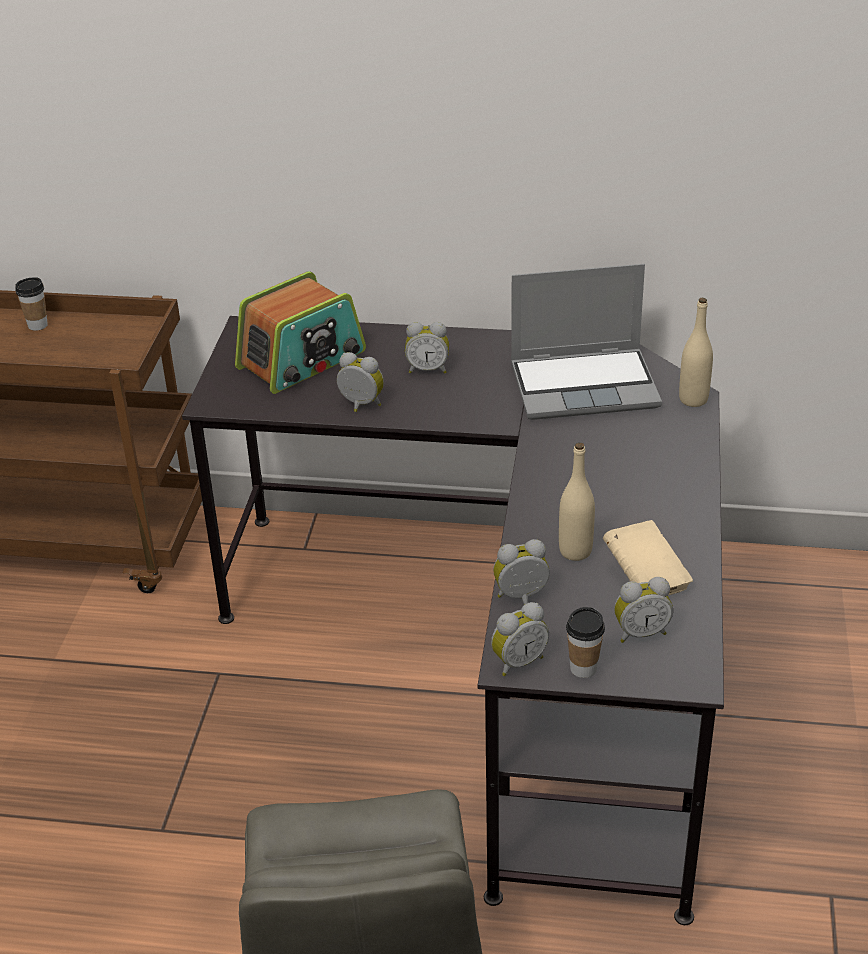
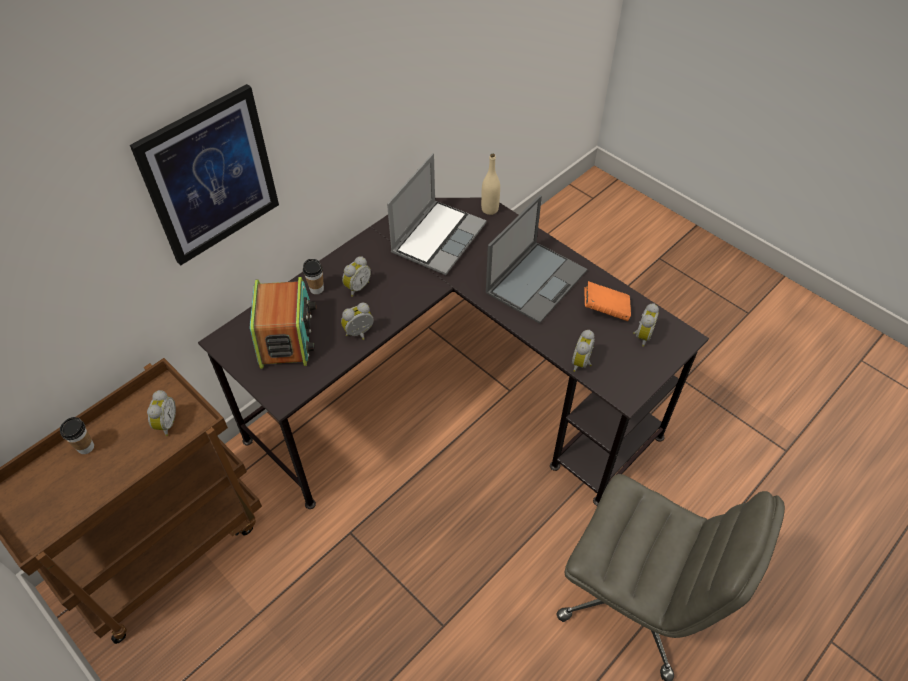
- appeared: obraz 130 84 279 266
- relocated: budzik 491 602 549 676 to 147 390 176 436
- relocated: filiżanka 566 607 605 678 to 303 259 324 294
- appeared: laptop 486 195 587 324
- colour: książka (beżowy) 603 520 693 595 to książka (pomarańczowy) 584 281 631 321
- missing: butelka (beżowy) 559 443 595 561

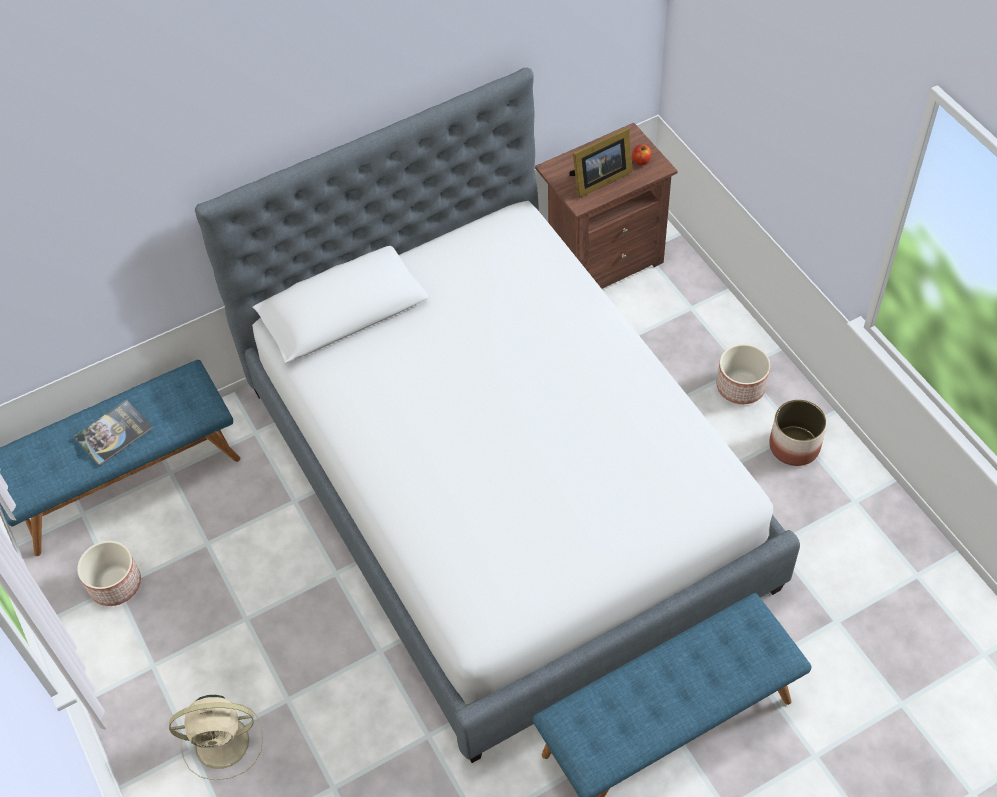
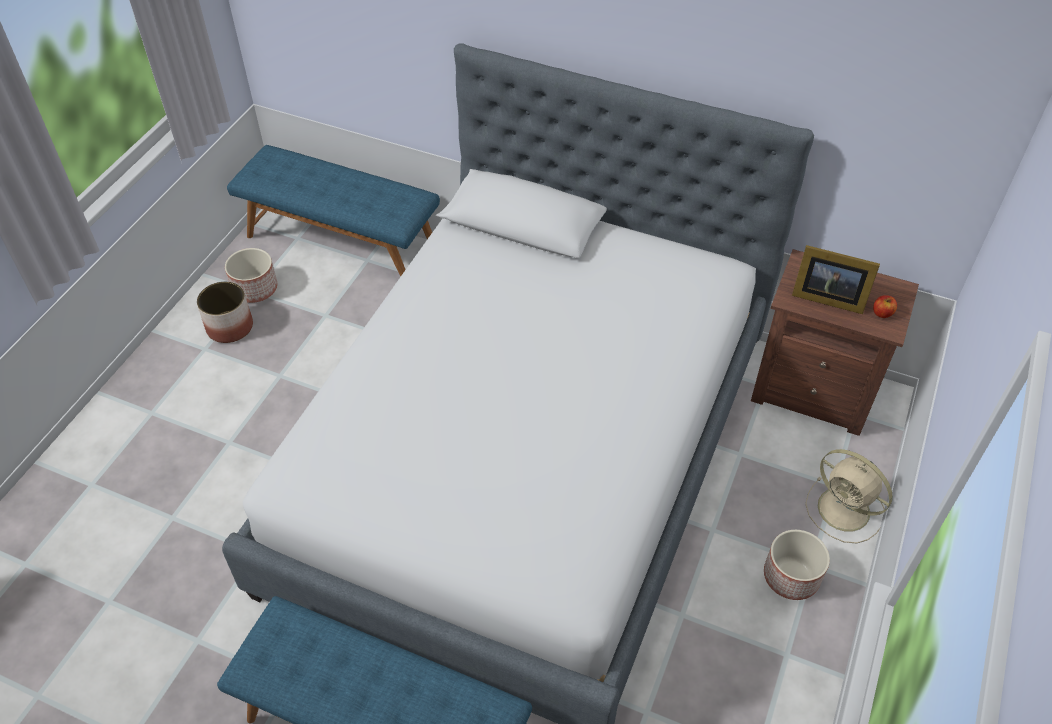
- relocated: donica 769 400 827 466 to 197 282 253 343
- relocated: wentylator (beżowy) 169 695 263 780 to 805 449 893 543
- missing: książka 73 399 153 466

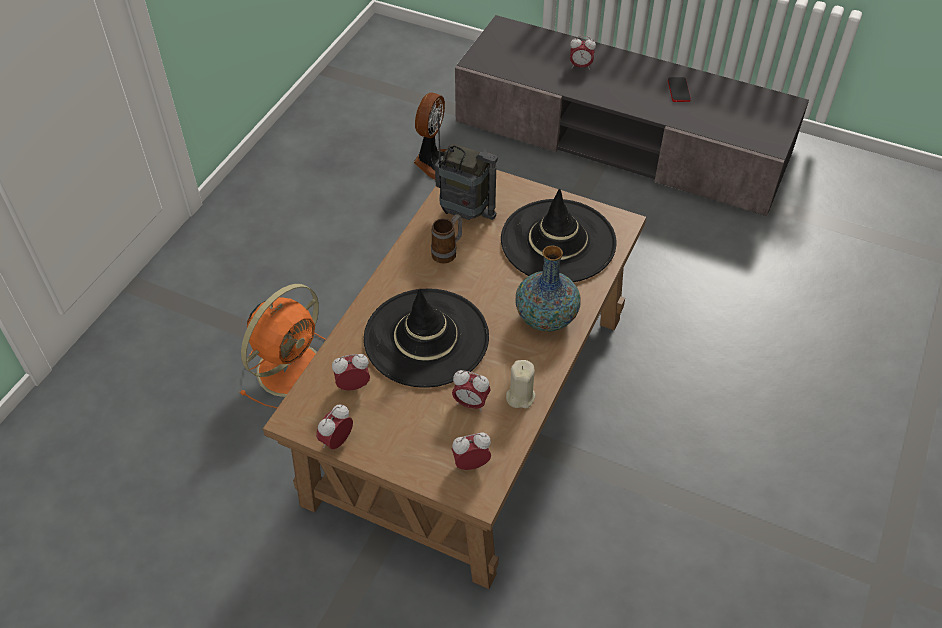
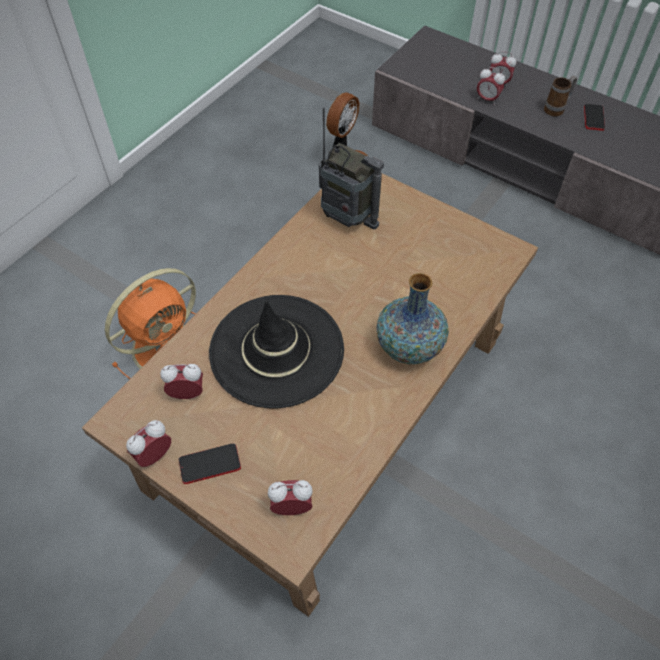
- appeared: telefon 178 444 241 484
- relocated: budzik 452 370 491 412 to 477 67 505 105
- relocated: kubek 431 214 463 263 to 544 76 577 117
- missing: kapelusz (czarny) 501 189 616 282
- missing: świeca (beżowy) 506 360 536 408

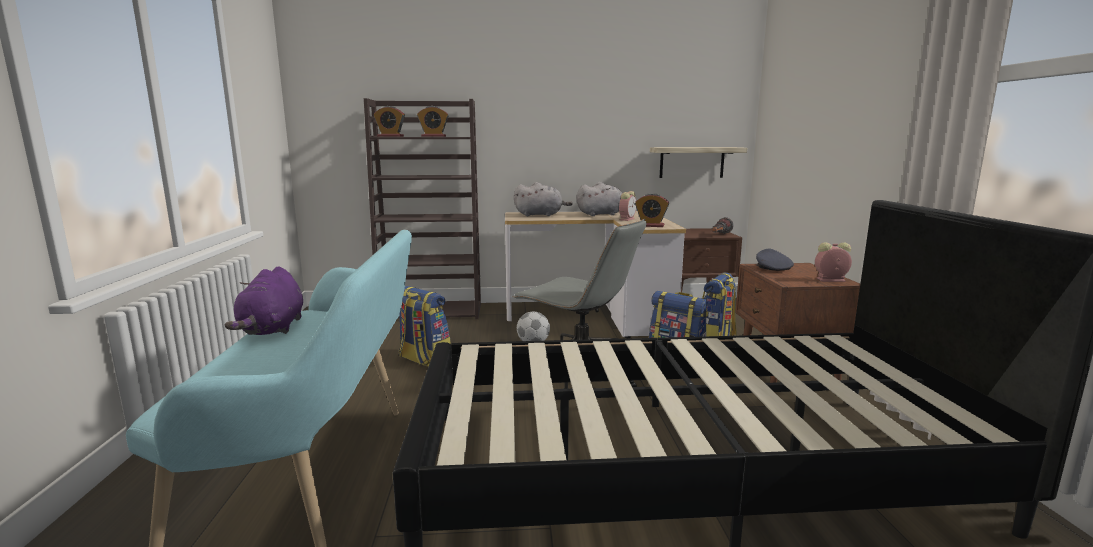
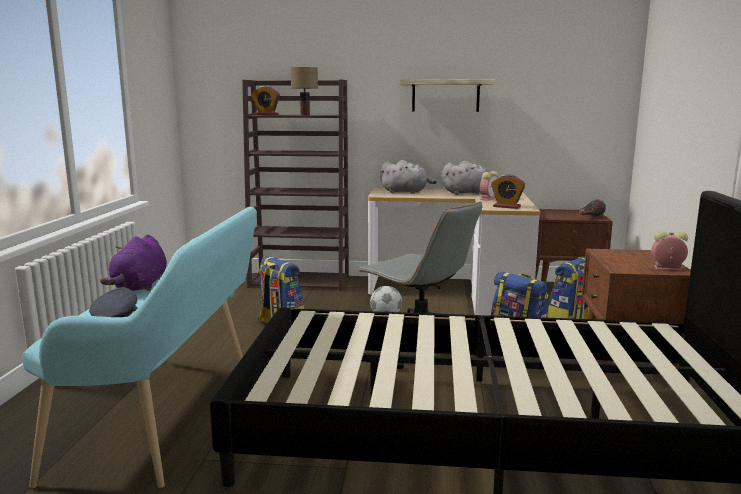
- relocated: czapka z daszkiem (szary) 756 248 794 271 to 89 287 138 317
- exchanged: budzik 417 106 448 137 to lampa stołowa 291 67 318 115
- relocated: półka 650 147 747 178 to 399 79 495 112

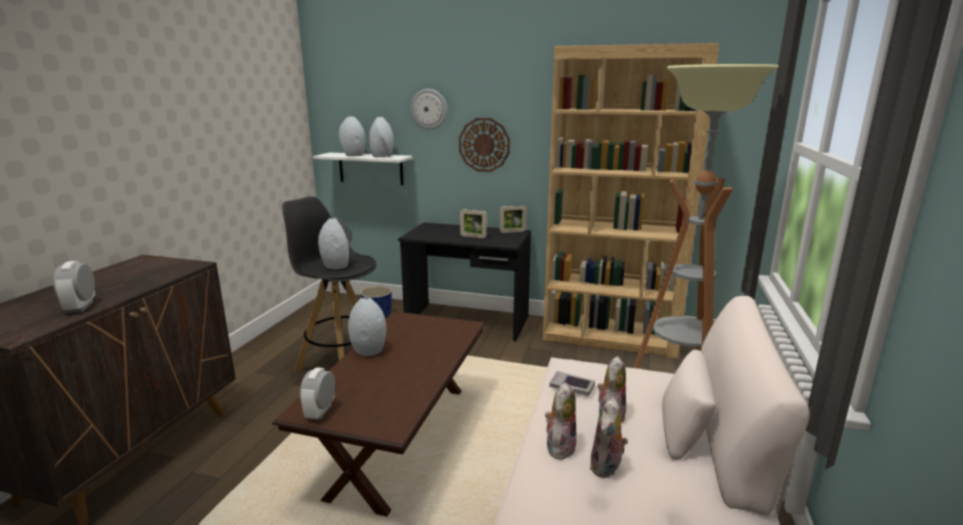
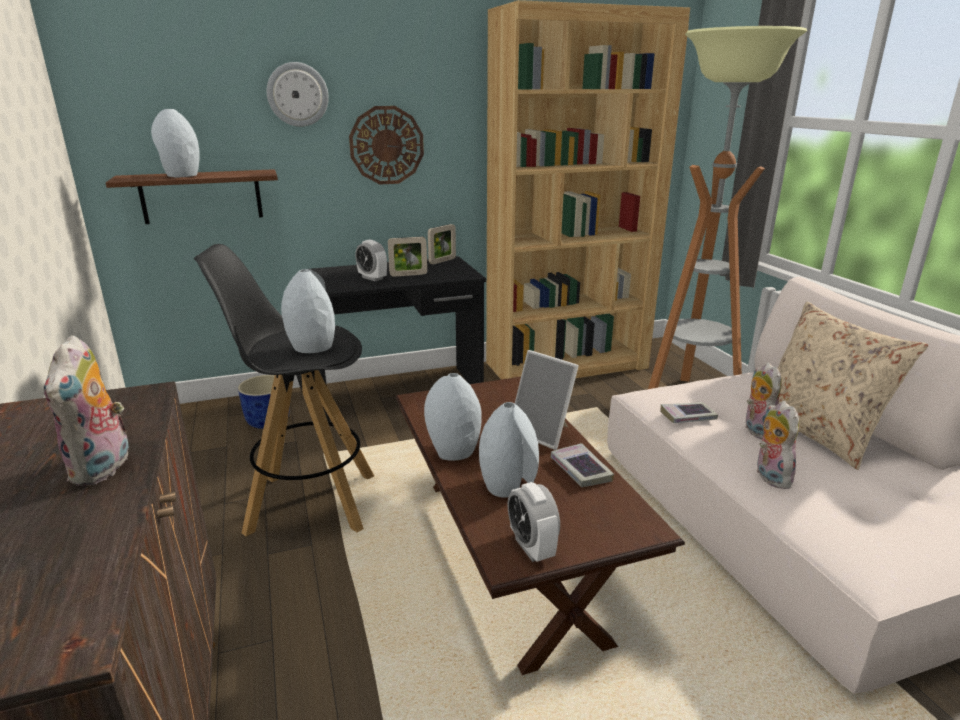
- relocated: pluszak 590 398 628 478 to 44 335 129 486
- colour: półka (biały) 313 152 412 185 to półka (brązowy) 106 169 278 224
- relocated: budzik 53 261 95 313 to 355 239 387 281
- relocated: wazon (szary) 369 117 394 157 to 479 402 539 498
- appeared: ramka na zdjęcie 515 350 579 450
- appeared: książka 551 443 614 487
- appeared: poduszka (beżowy) 778 302 929 470

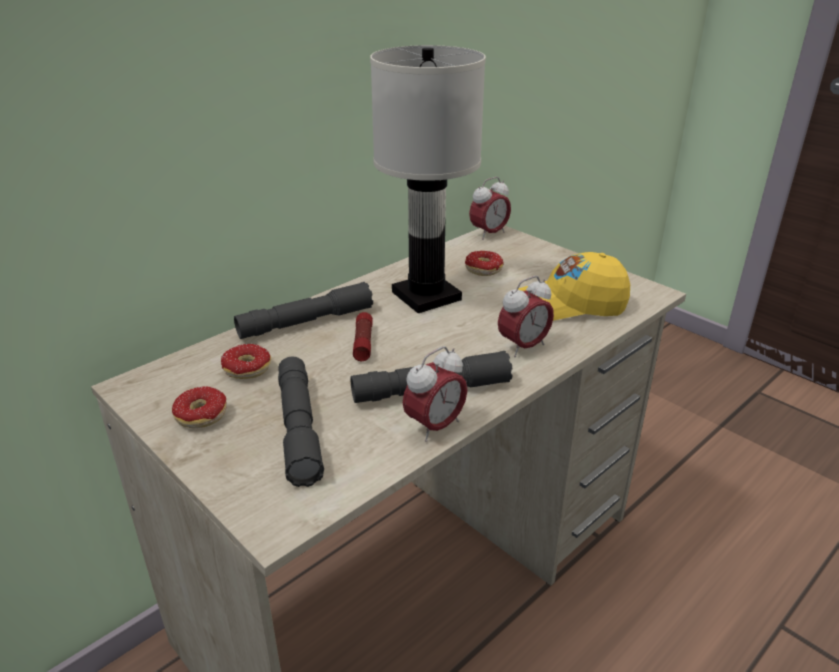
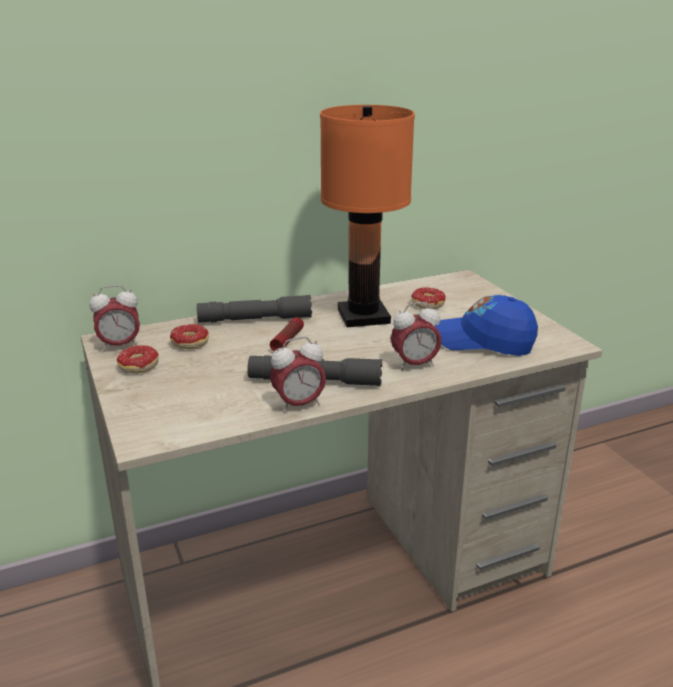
- relocated: budzik 469 177 511 240 to 89 285 140 352
- colour: lampa stołowa (biały) 370 45 486 313 to lampa stołowa (pomarańczowy) 320 105 415 327
- colour: czapka z daszkiem (żółty) 518 252 630 321 to czapka z daszkiem (niebieski) 434 295 538 356
- missing: latarka (szary) 278 357 324 487

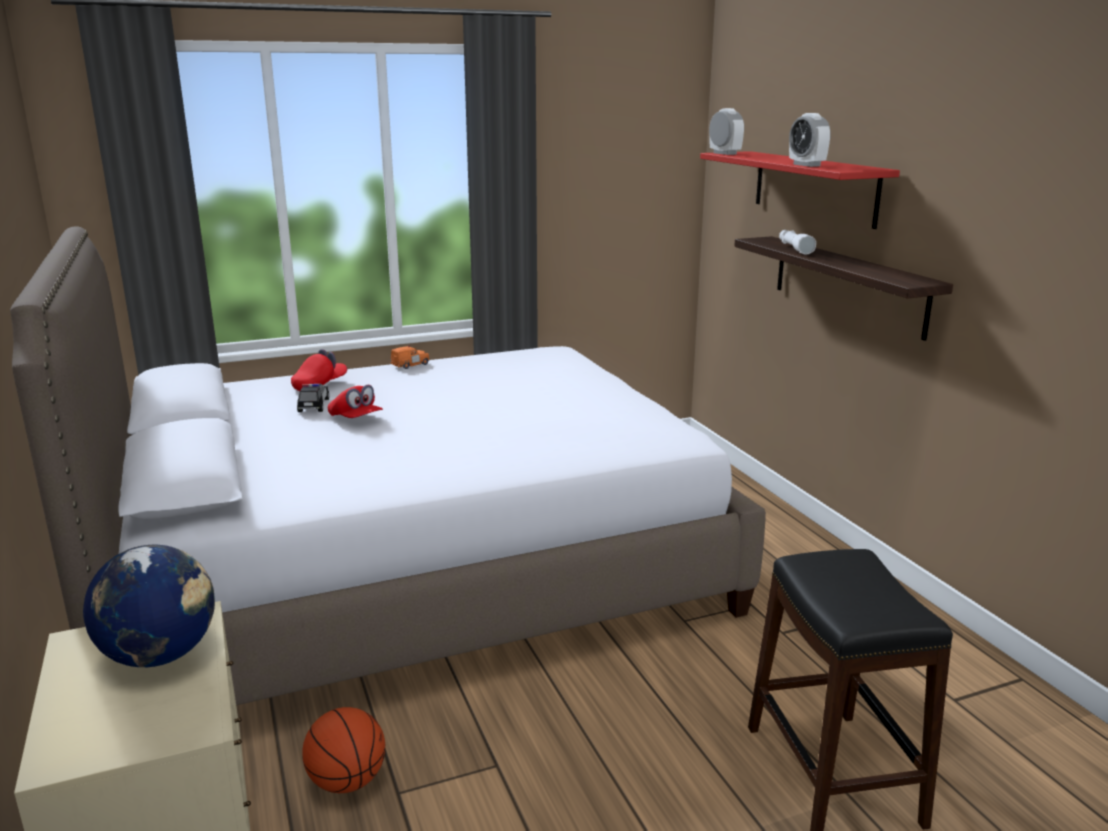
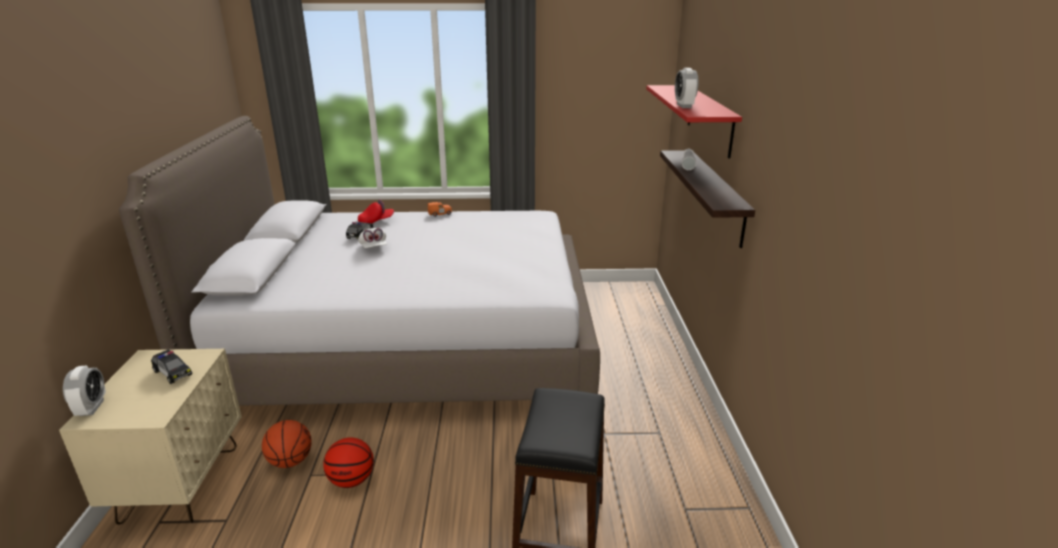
- relocated: budzik 709 108 744 155 to 63 365 106 416
- exchanged: globus 83 545 215 667 to samochodzik 151 349 192 384
- appeared: piłka do koszykówki 323 437 374 488
- colour: czapka z daszkiem (czerwony) 328 385 383 418 to czapka z daszkiem (biały) 358 228 387 248

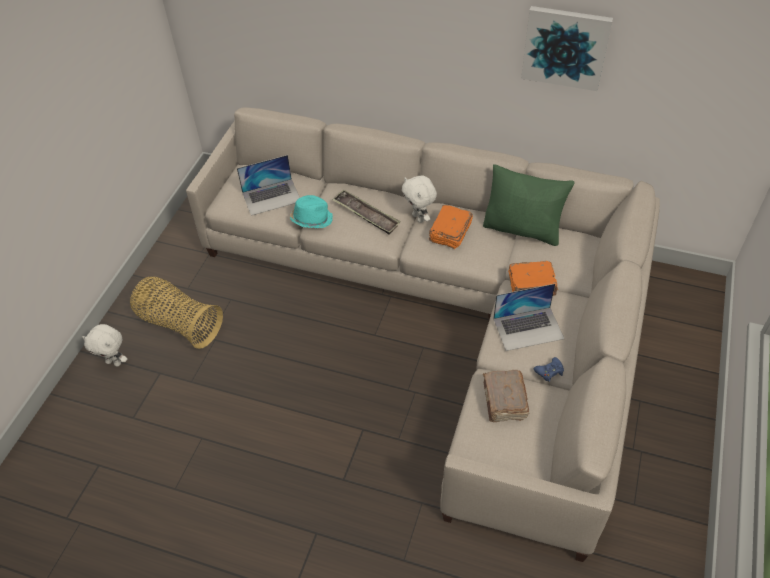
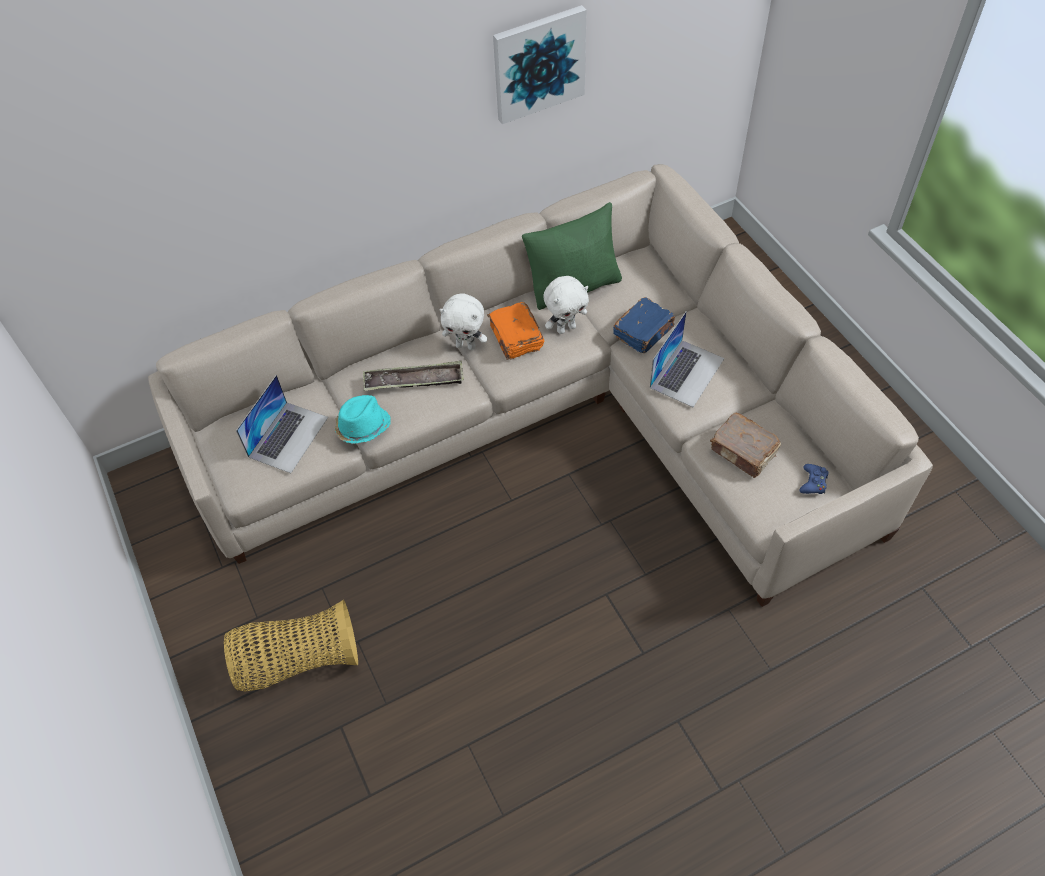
- relocated: pluszak (biały) 82 324 128 367 to 544 276 589 334
- colour: książka (pomarańczowy) 508 261 558 296 to książka (niebieski) 613 297 675 353
- relocated: pad do gier (niebieski) 534 357 564 382 to 800 464 828 494

